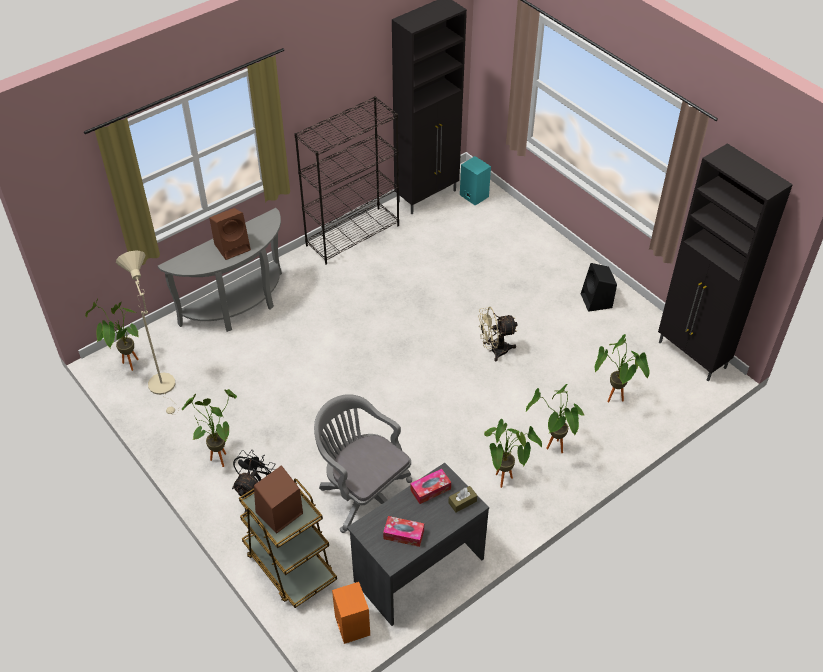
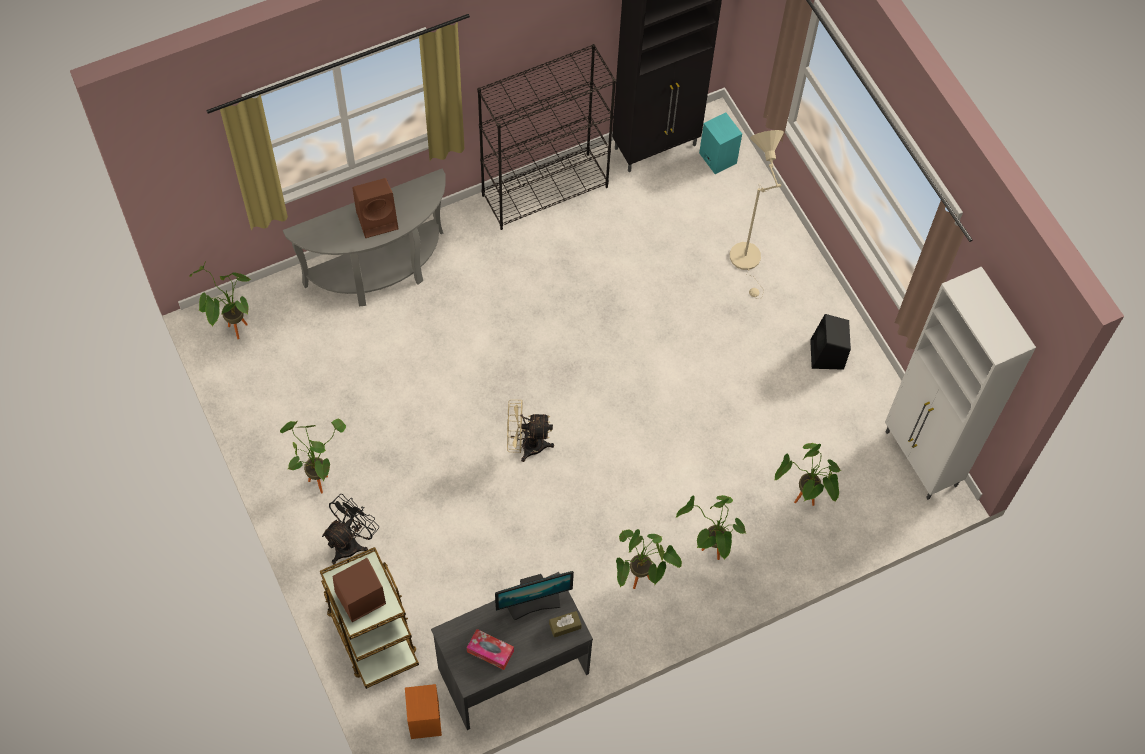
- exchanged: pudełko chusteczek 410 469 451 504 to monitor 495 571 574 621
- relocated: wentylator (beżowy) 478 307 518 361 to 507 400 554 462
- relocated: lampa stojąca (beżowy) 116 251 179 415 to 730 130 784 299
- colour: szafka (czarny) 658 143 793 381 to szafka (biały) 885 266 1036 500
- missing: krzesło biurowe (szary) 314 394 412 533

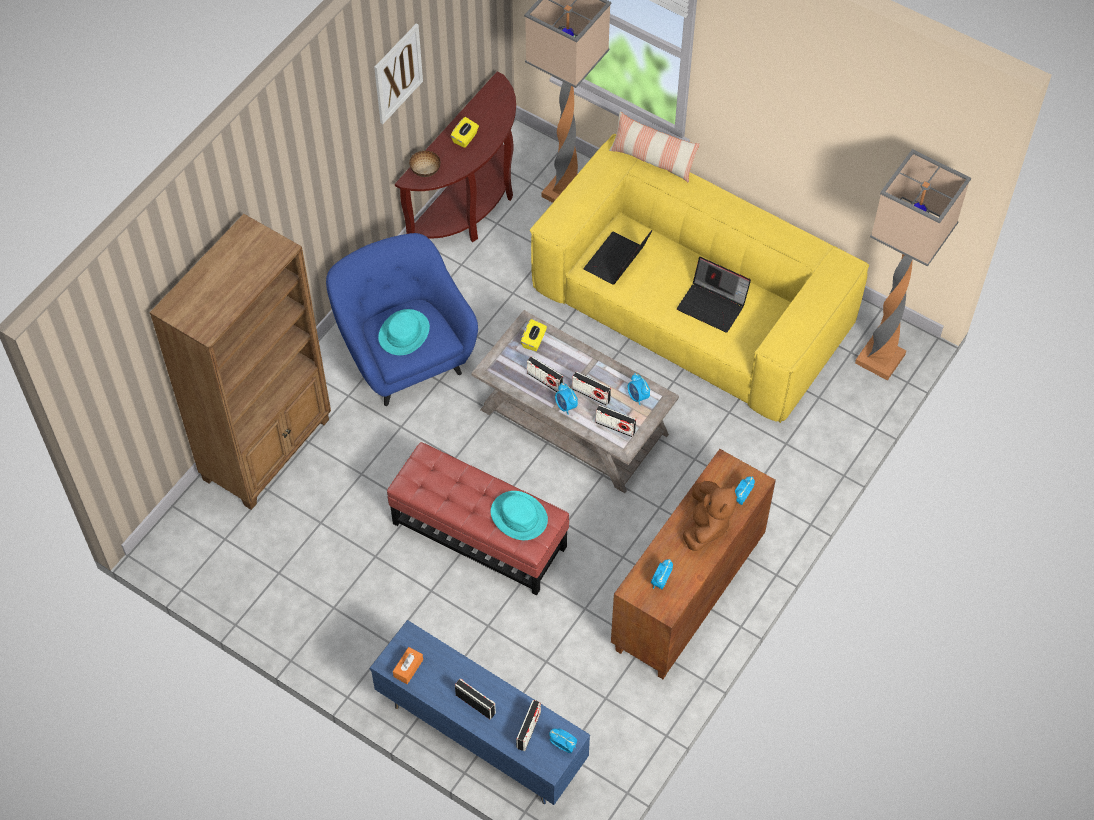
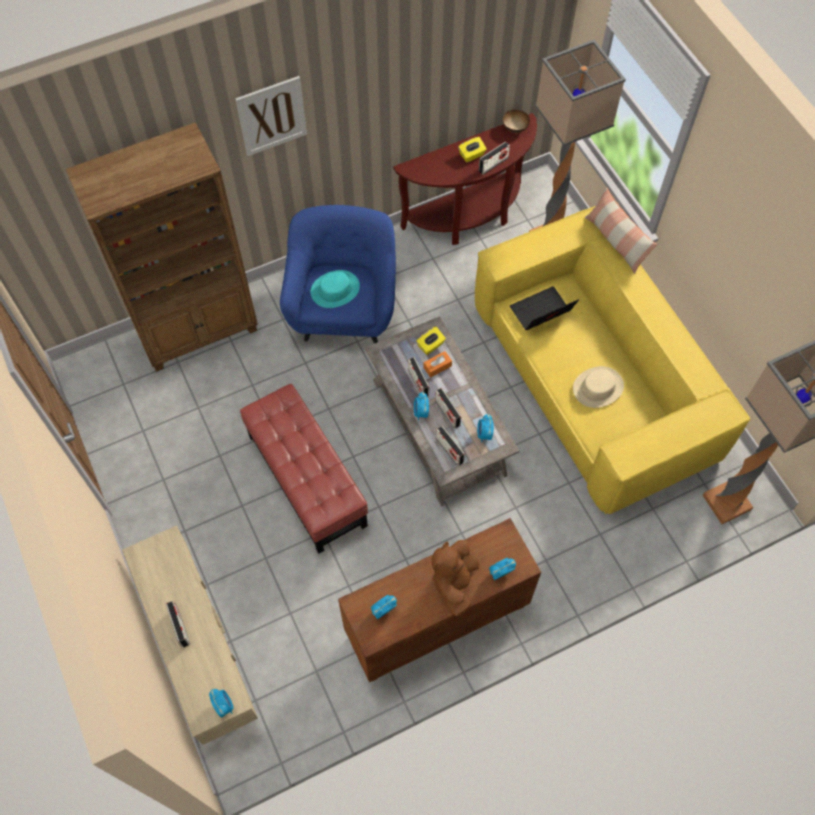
- colour: szafka pod telewizor (niebieski) 369 620 590 805 to szafka pod telewizor (beżowy) 122 526 258 745
- relocated: obraz 374 23 423 124 to 235 76 307 156
- relocated: pudełko chusteczek (pomarańczowy) 393 647 423 684 to 423 351 452 378
- spun: pluszak (brązowy) 682 481 737 551 = 431 540 479 616 150 degrees clockwise
- relocated: radio 516 700 541 751 to 479 142 510 175
- relocated: miska 409 151 440 177 to 503 109 530 133
- exchanged: laptop 677 257 751 332 to kapelusz (beżowy) 573 366 624 408
- missing: kapelusz (turkusowy) 491 491 548 540

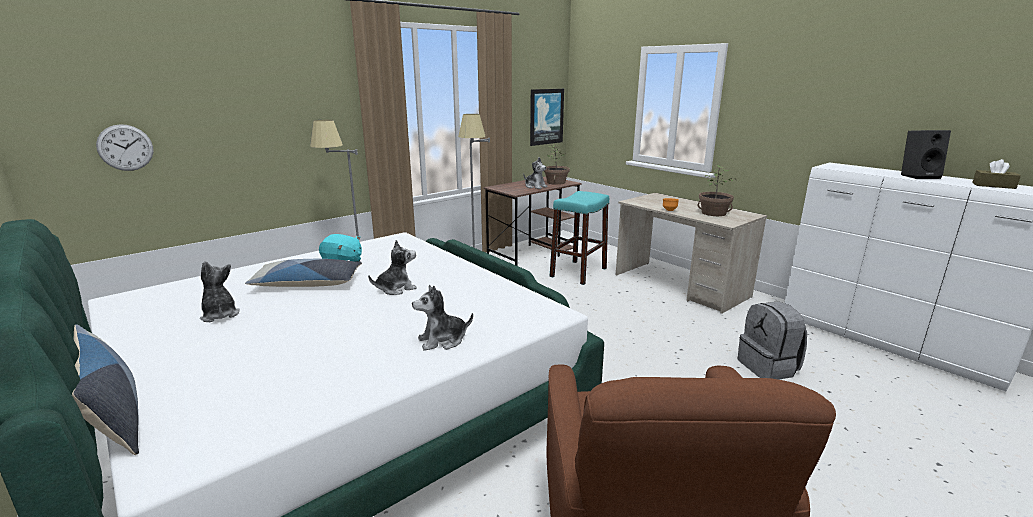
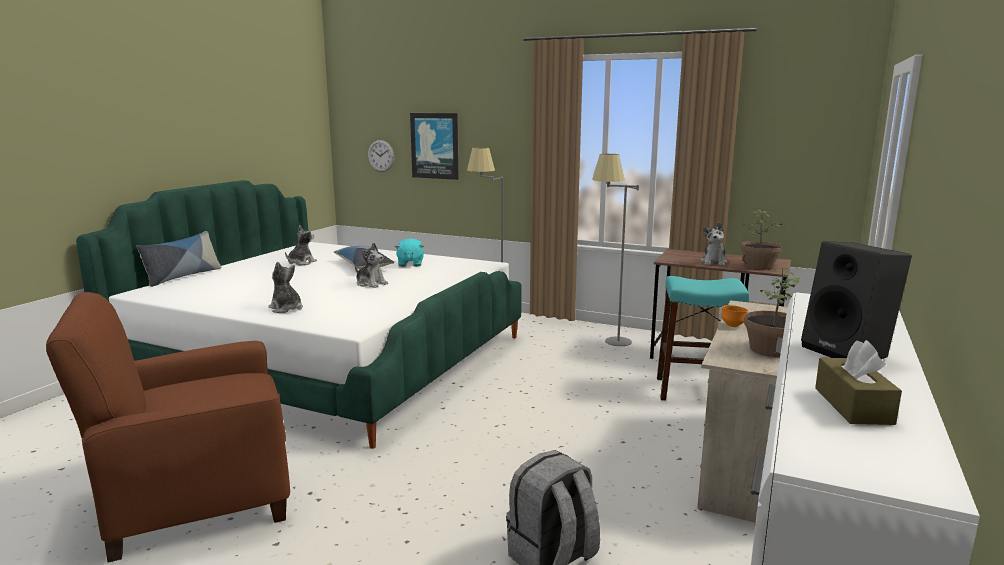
- relocated: obraz 530 89 564 146 to 410 113 459 180

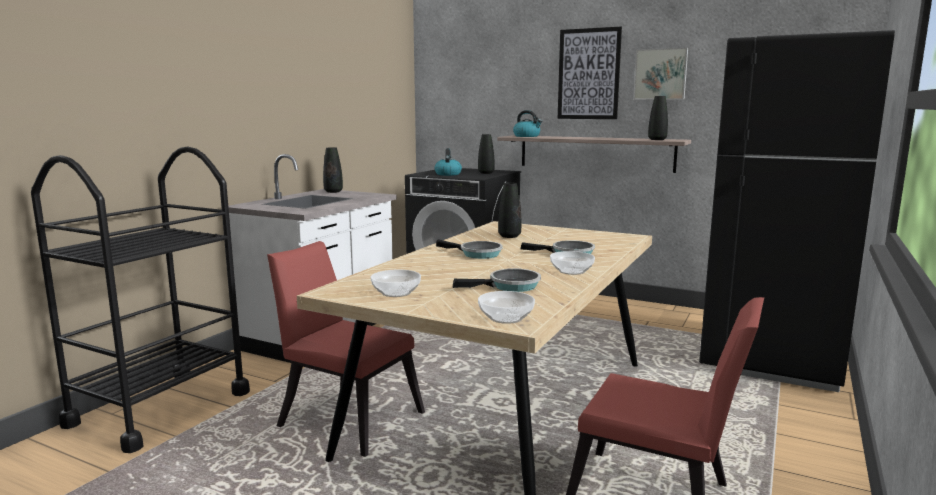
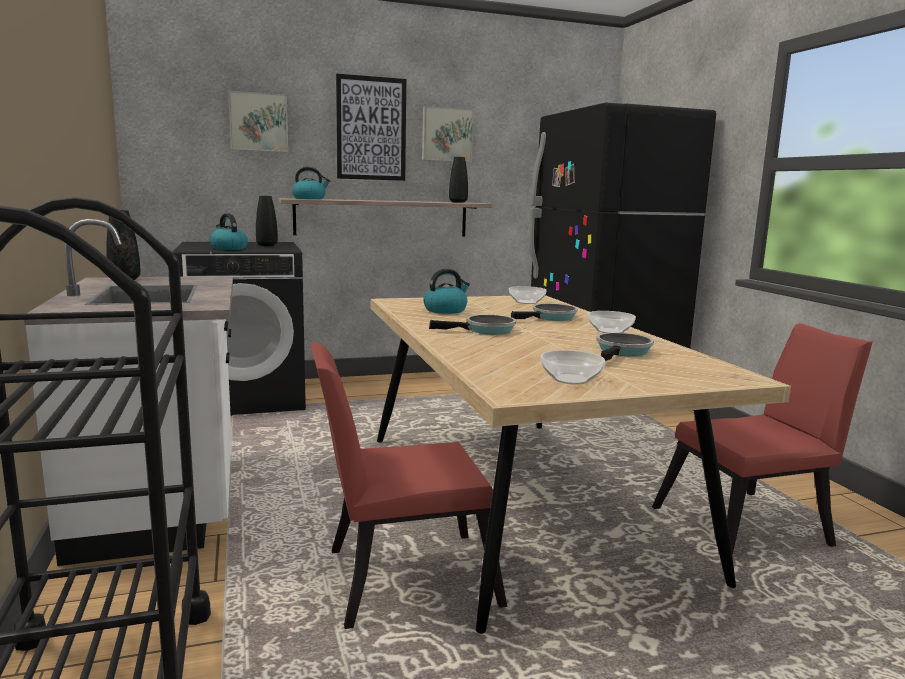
- appeared: obraz 228 91 288 152
- exchanged: wazon (czarny) 498 182 521 238 to czajnik 423 269 470 314
- relocated: miska 478 291 535 324 to 509 286 546 304

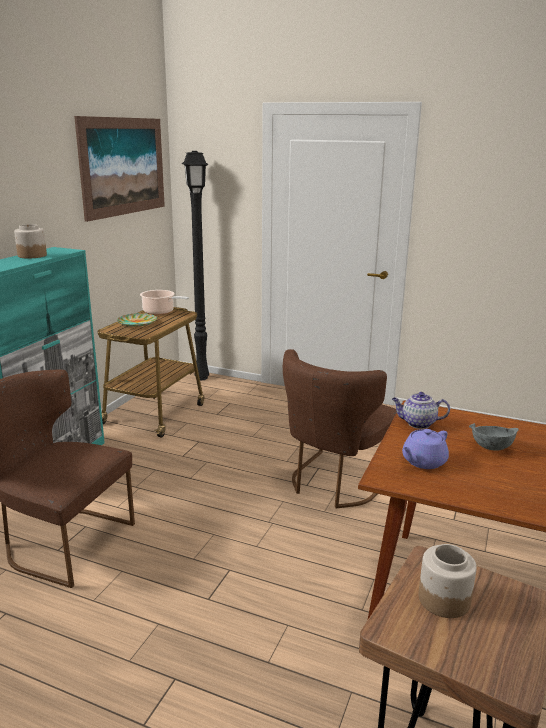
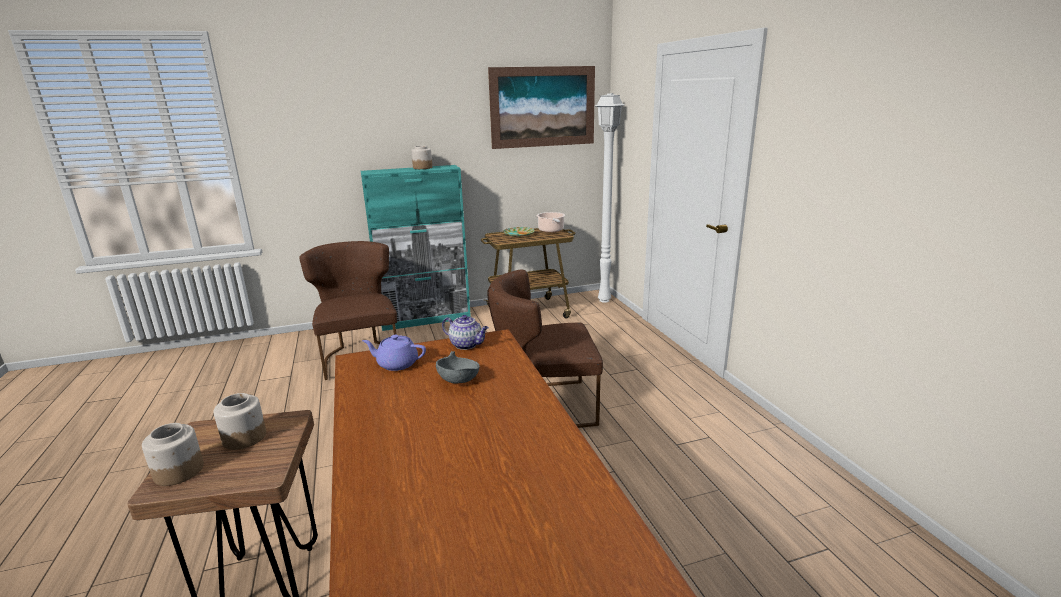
- appeared: słoik 142 423 204 486
- spun: imbryk 392 392 450 429 = 442 315 489 350 150 degrees clockwise
- colour: lampa stojąca (czarny) 182 151 209 380 to lampa stojąca (biały) 595 93 624 303

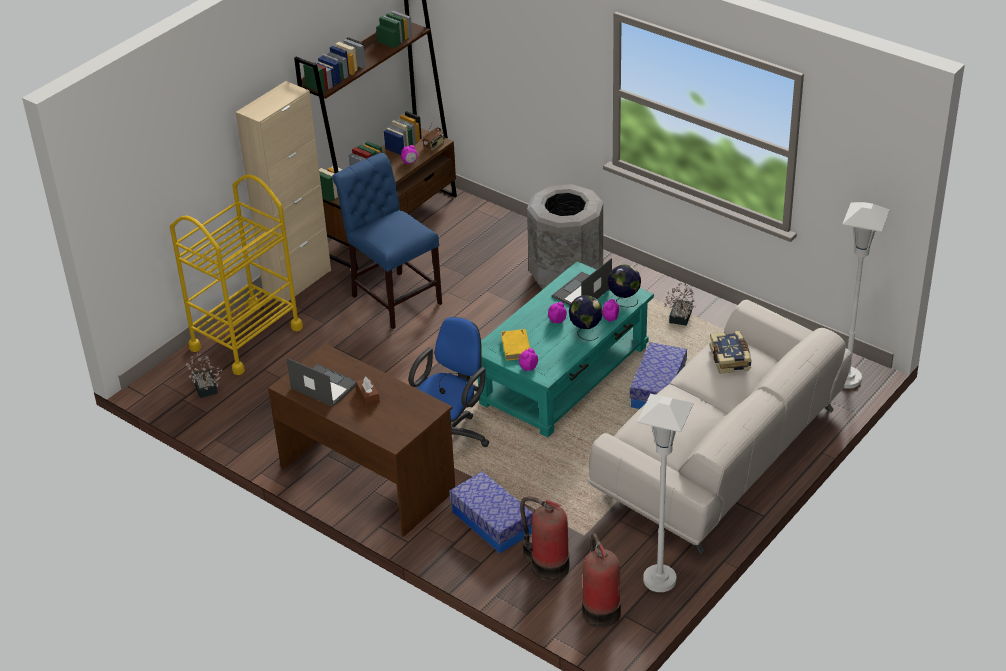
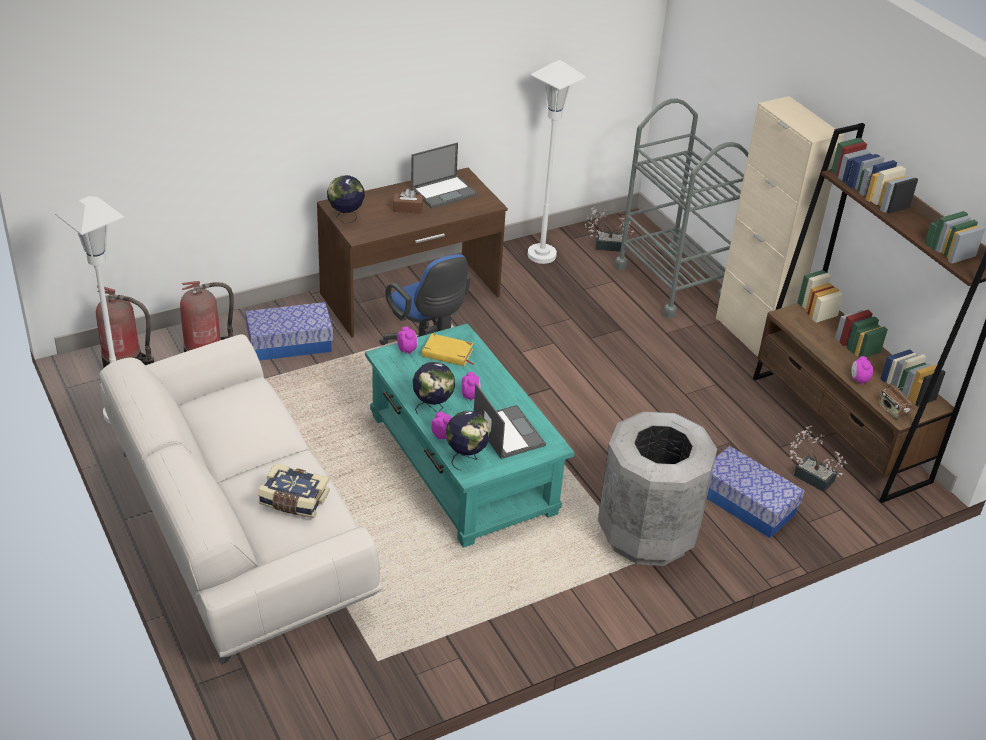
- appeared: globus 327 175 365 224
- relocated: lampa stojąca (biały) 842 202 890 389 to 528 60 587 264
- colour: wózek (żółty) 170 174 303 375 to wózek (szary) 614 98 749 318
- relocated: pojemnik do przechowywania 630 342 687 409 to 707 446 804 538
- relocated: roślina doniczkowa 664 283 696 326 to 789 426 847 492
- missing: krzesło (niebieski) 332 153 442 329

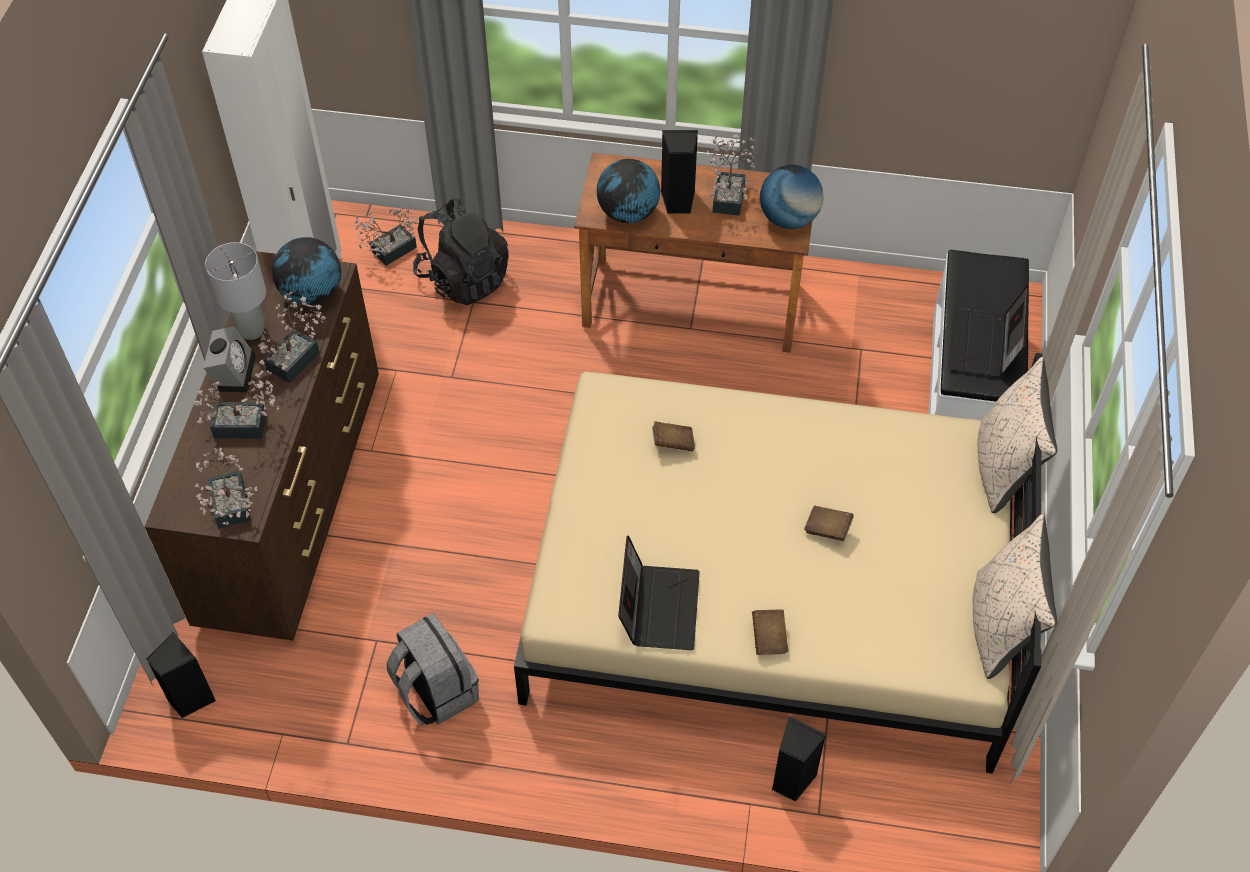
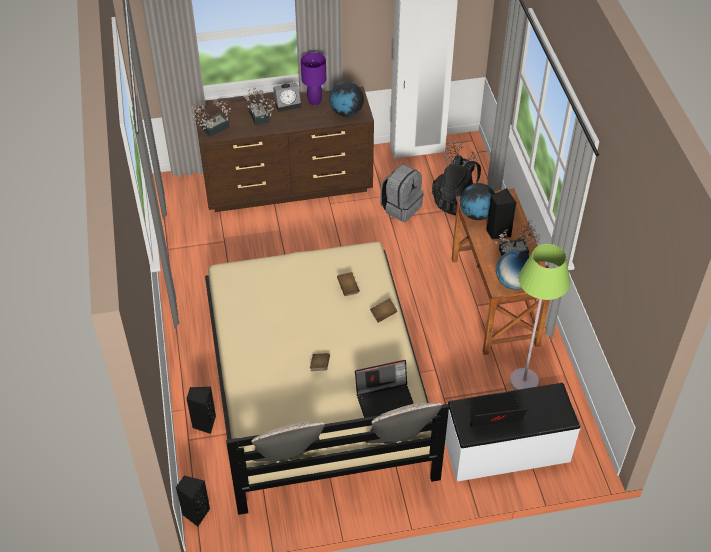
- relocated: głośnik (czarny) 146 632 216 718 to 175 476 210 527
- colour: lampa stołowa (szary) 205 242 266 340 to lampa stołowa (fioletowy) 301 52 326 105
- relocated: laptop 618 535 700 650 to 355 360 414 418
- relocated: książka (brązowy) 752 609 788 655 to 370 298 398 323
- relocated: plecak (szary) 387 613 479 725 to 380 164 424 222
- appeared: lampa stojąca (zielony) 510 244 570 390
- missing: roślina doniczkowa 258 291 326 383

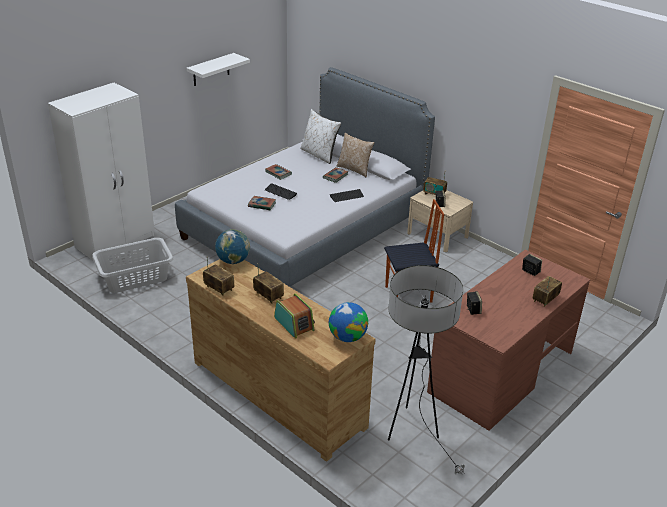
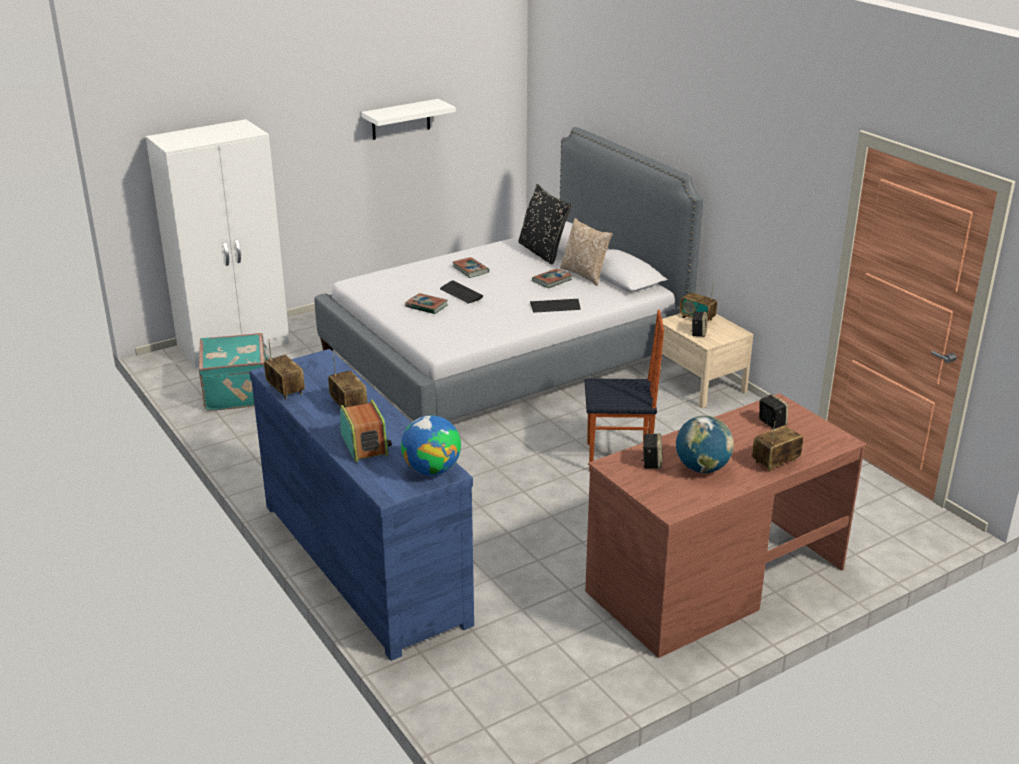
- exchanged: kosz na pranie (szary) 92 238 173 293 to walizka (turkusowy) 199 333 270 411
- colour: komoda (brązowy) 186 259 376 461 to komoda (niebieski) 249 349 474 661
- colour: poduszka (biały) 301 109 341 164 to poduszka (czarny) 518 184 572 265
- relocated: globus 215 229 250 264 to 676 415 734 473
- missing: lampa stojąca 388 265 465 475

